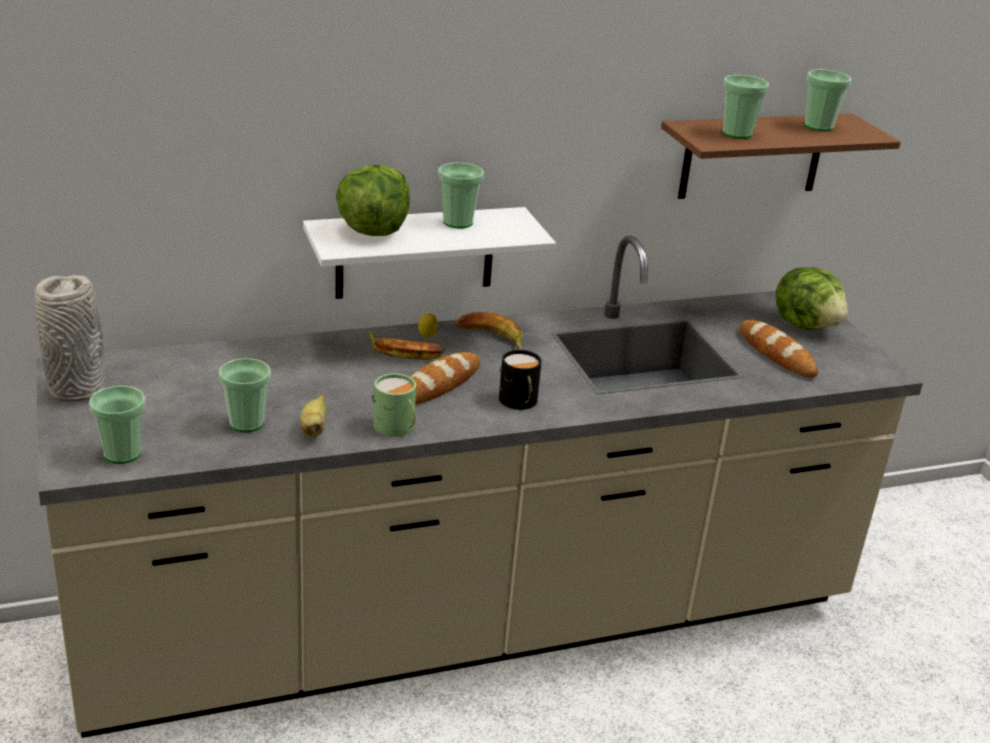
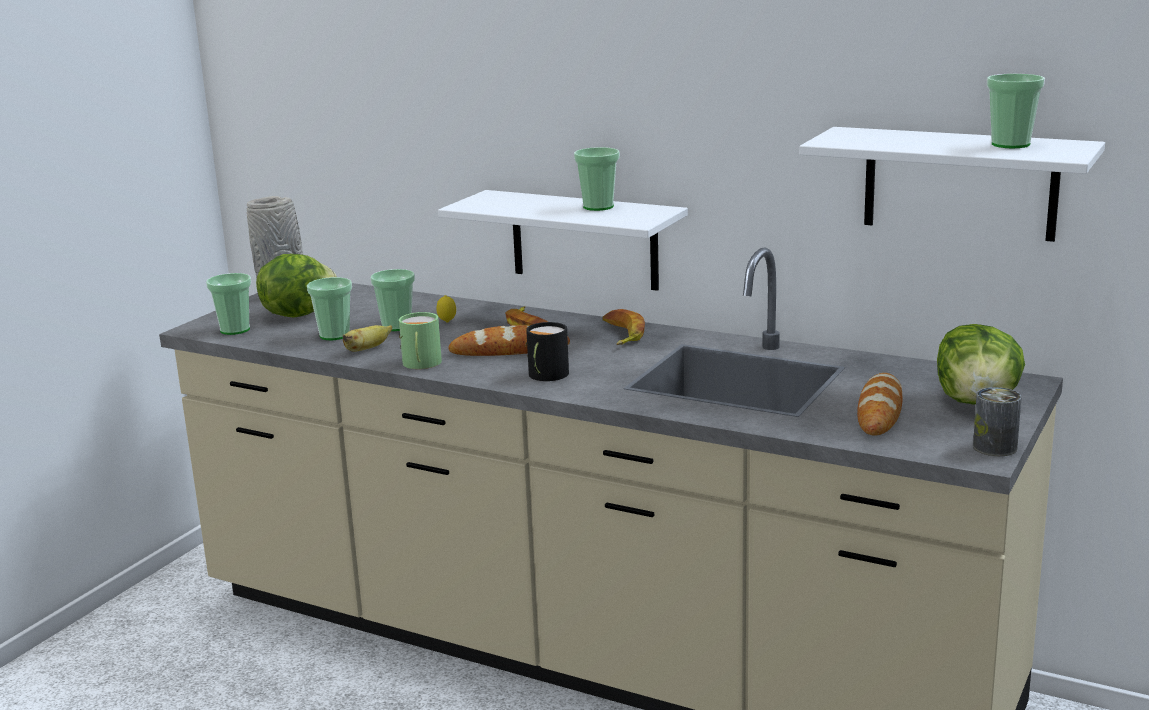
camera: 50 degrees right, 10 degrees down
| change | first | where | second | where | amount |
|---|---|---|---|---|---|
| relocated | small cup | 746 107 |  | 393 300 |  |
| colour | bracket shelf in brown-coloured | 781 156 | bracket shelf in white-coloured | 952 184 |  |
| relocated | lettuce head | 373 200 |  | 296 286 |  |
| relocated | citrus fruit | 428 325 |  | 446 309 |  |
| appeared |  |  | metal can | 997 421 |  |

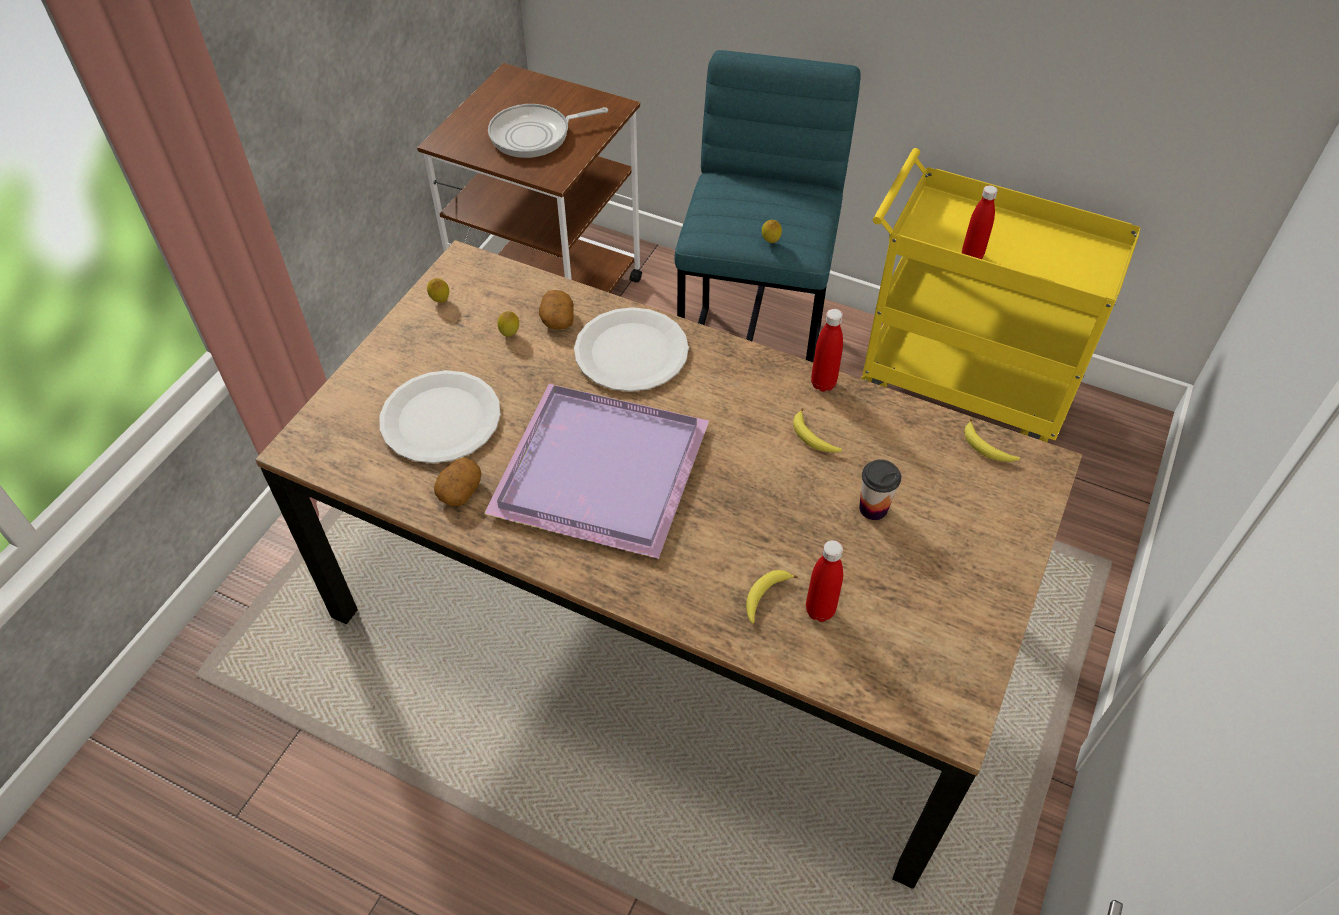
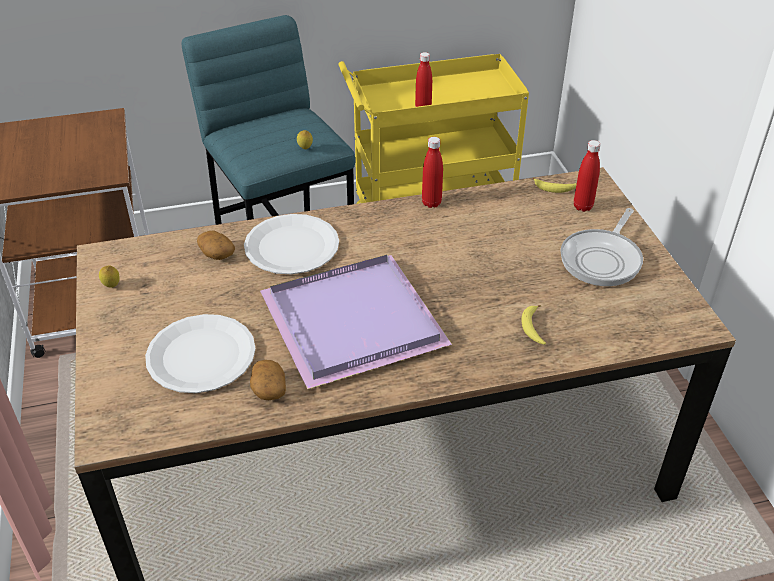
camera: 40 degrees left, 10 degrees down
| change | first | where | second | where | amount |
|---|---|---|---|---|---|
| relocated | pan | 548 131 |  | 601 247 |  |
| missing | citrus fruit | 508 324 |  |  |  |
| missing | banana fruit | 817 430 |  |  |  |
| missing | small cup | 880 489 |  |  |  |
| relocated | bottle in red | 824 581 |  | 587 176 |  |

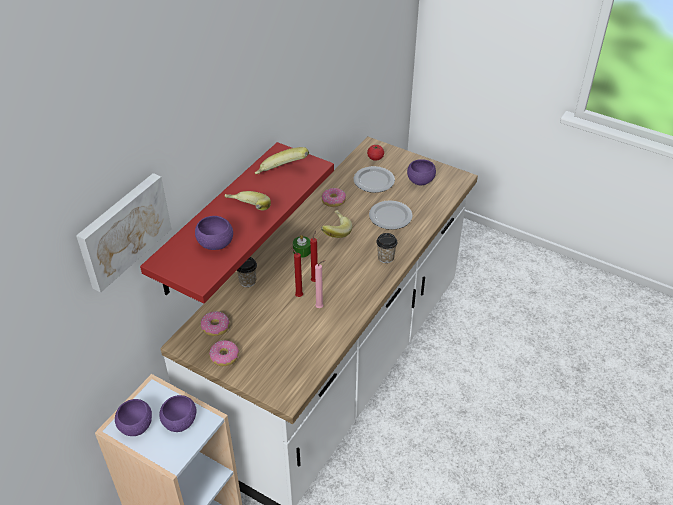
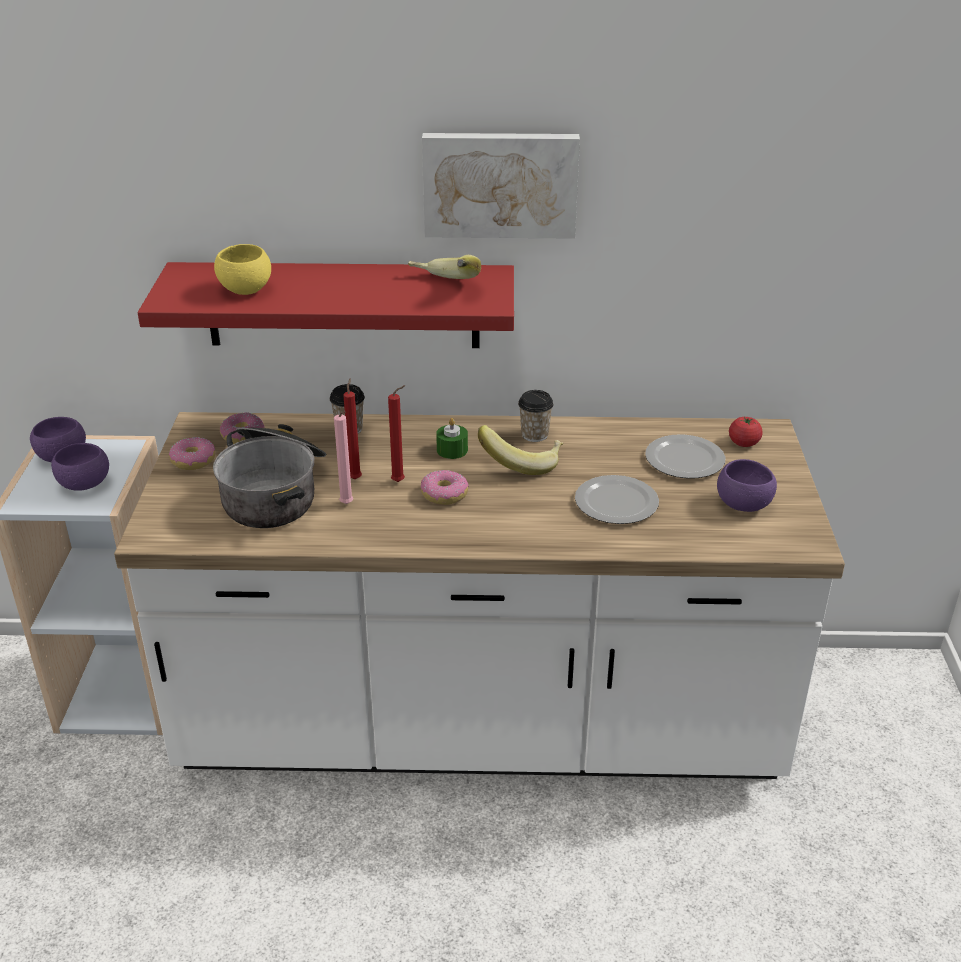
camera: 60 degrees right, 10 degrees down
| change | first | where | second | where | amount |
|---|---|---|---|---|---|
| relocated | picture | 123 233 |  | 501 186 |  |
| relocated | doughnut | 334 197 |  | 445 487 |  |
| missing | banana fruit | 248 201 |  |  |  |
| colour | serving bowl in purple | 214 233 | serving bowl in yellow | 242 269 |  |
| relocated | small cup | 387 248 |  | 536 416 |  |
| appeared |  |  | cooking pot | 269 476 |  |

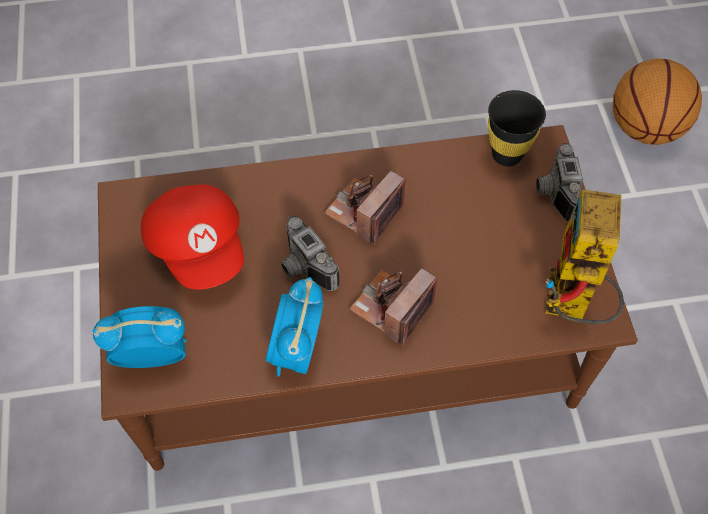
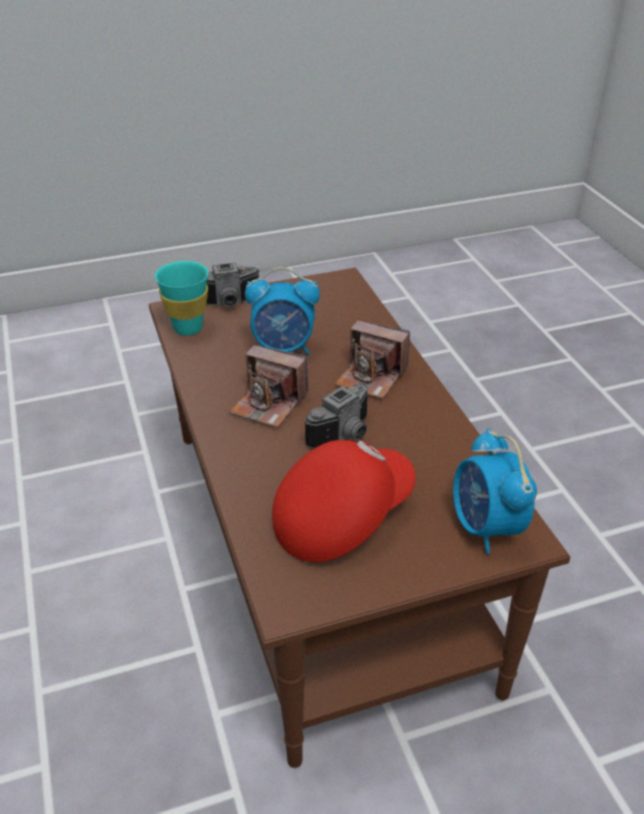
camera: 100 degrees left, 20 degrees down
| change | first | where | second | where | amount |
|---|---|---|---|---|---|
| missing | basketball | 657 101 |  |  |  |
| colour | small cup in black | 517 128 | small cup in blue-green | 181 298 |  |
| missing | robot figure | 584 256 |  |  |  |
| relocated | alarm clock | 295 327 |  | 282 311 |  |

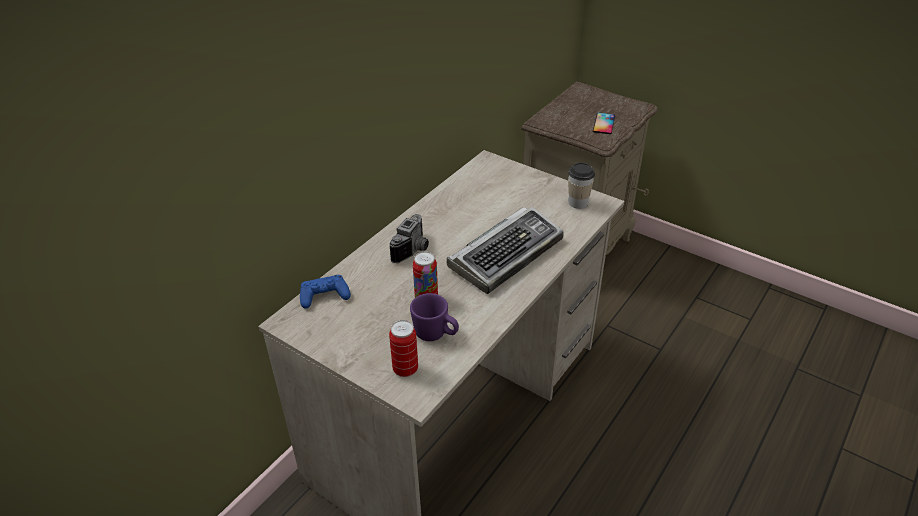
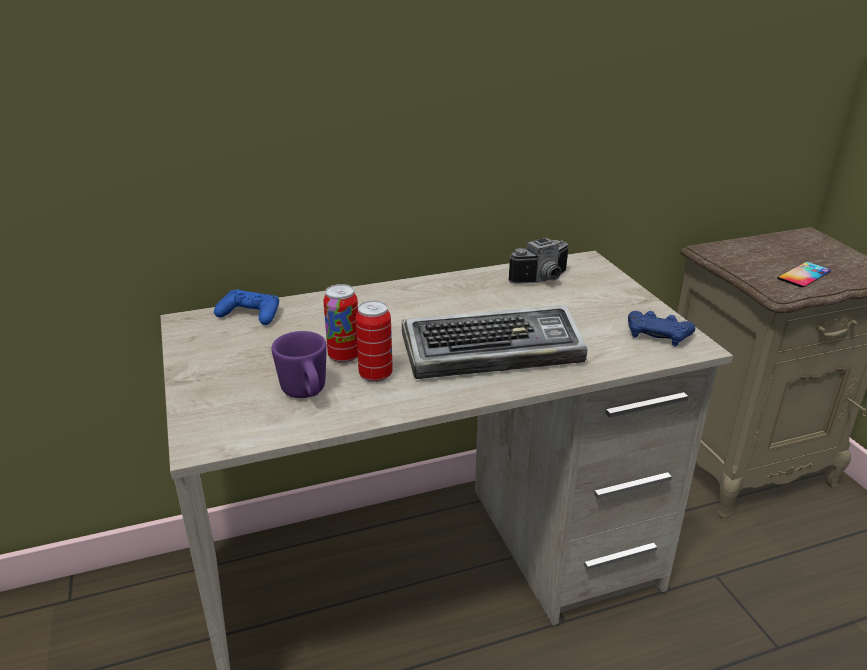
camera: 35 degrees right, 10 degrees down
| change | first | where | second | where | amount |
|---|---|---|---|---|---|
| exchanged | small cup | 581 186 | game controller in blue-coloured | 661 329 |  |
| relocated | still camera | 409 238 |  | 539 261 |  |
| relocated | metal can | 403 348 |  | 374 341 |  |

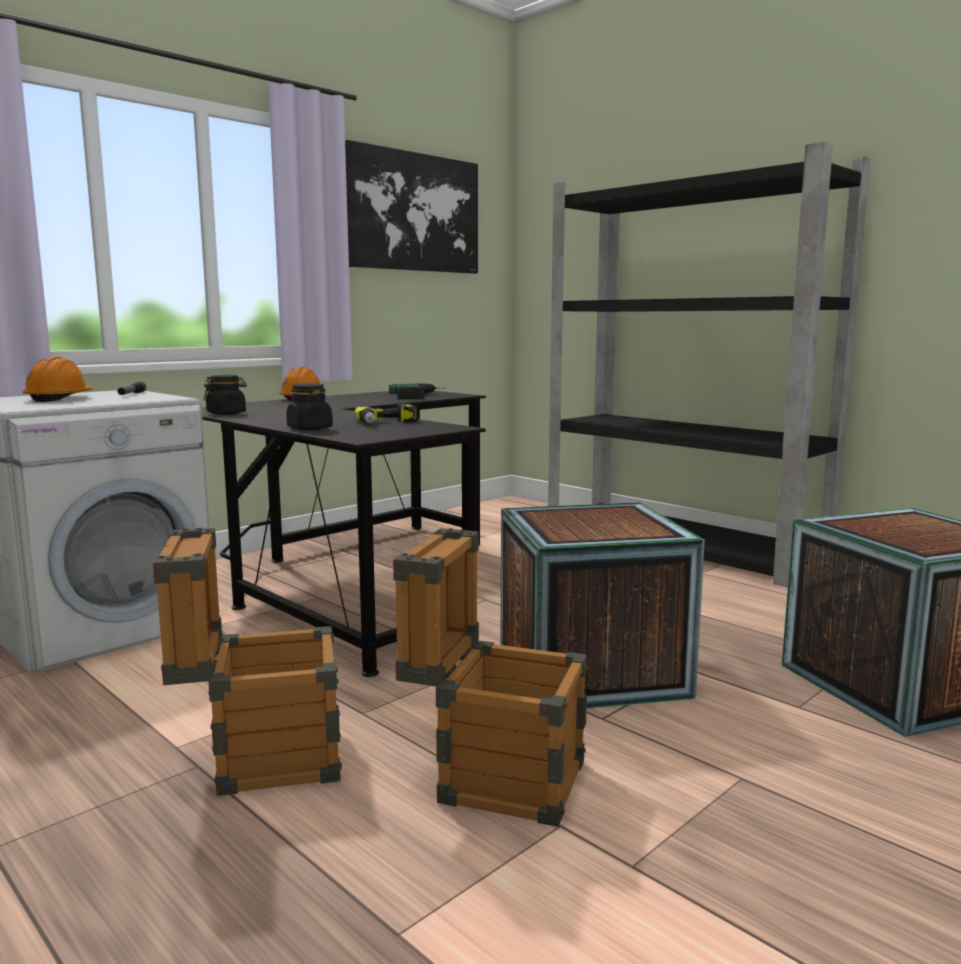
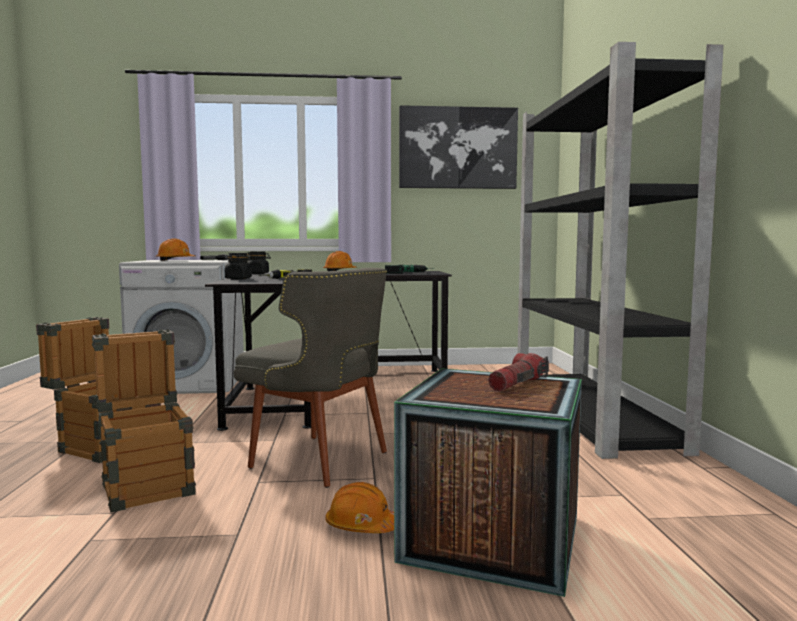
camera: 40 degrees right, 5 degrees down
| change | first | where | second | where | amount |
|---|---|---|---|---|---|
| exchanged | shipping crate | 602 605 | upright chair in gray | 310 378 |  |
| appeared |  |  | flashlight | 518 372 |  |
| appeared |  |  | hard hat in orangey | 359 507 |  |

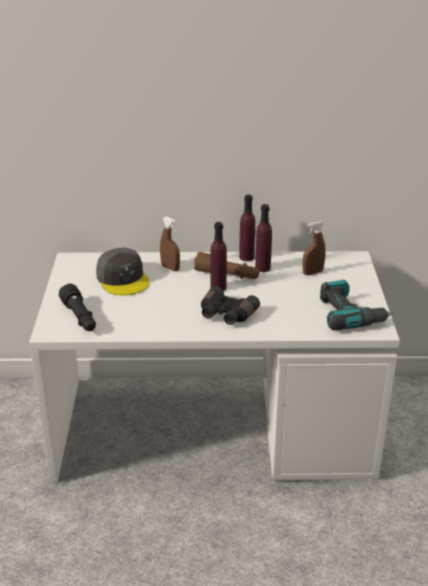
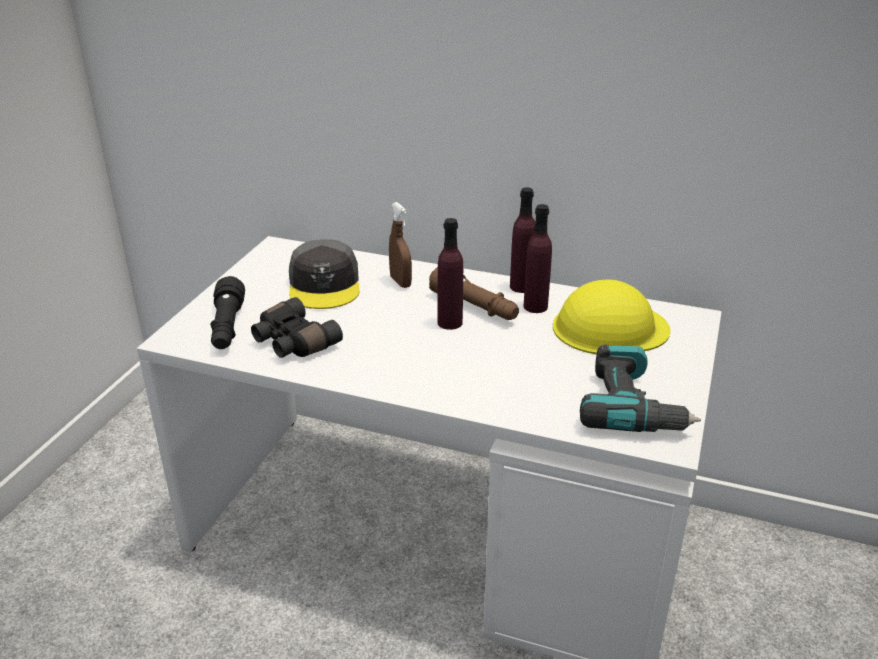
camera: 20 degrees right, 0 degrees up
| change | first | where | second | where | amount |
|---|---|---|---|---|---|
| exchanged | sprayer in brown-coloured | 314 248 | hard hat in yellow | 611 316 |  |
| relocated | binoculars in black | 230 305 |  | 297 327 |  |

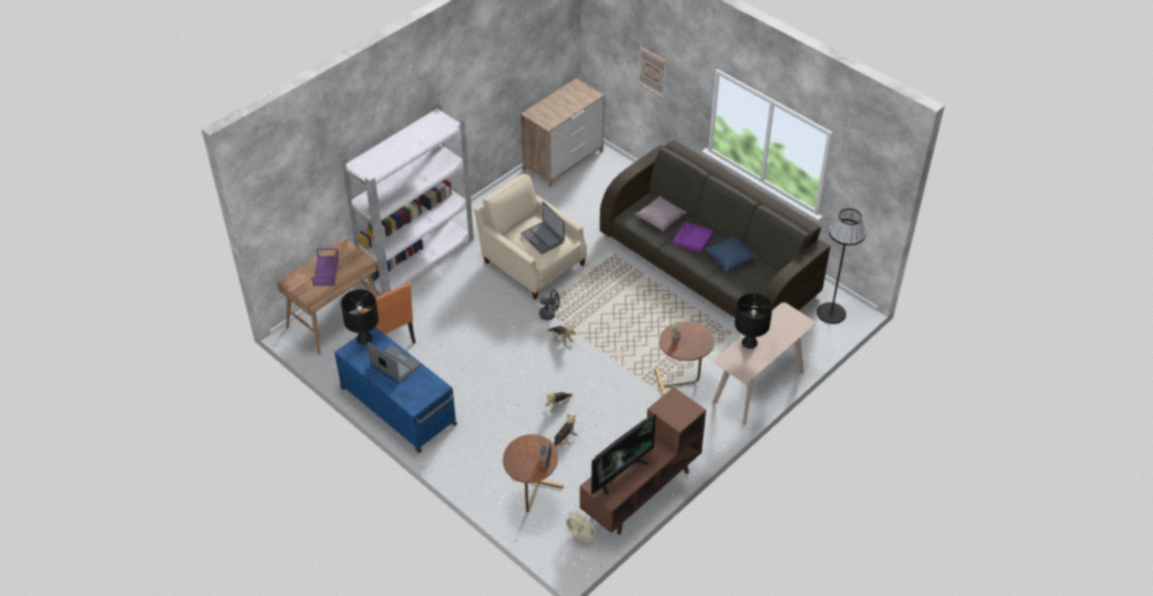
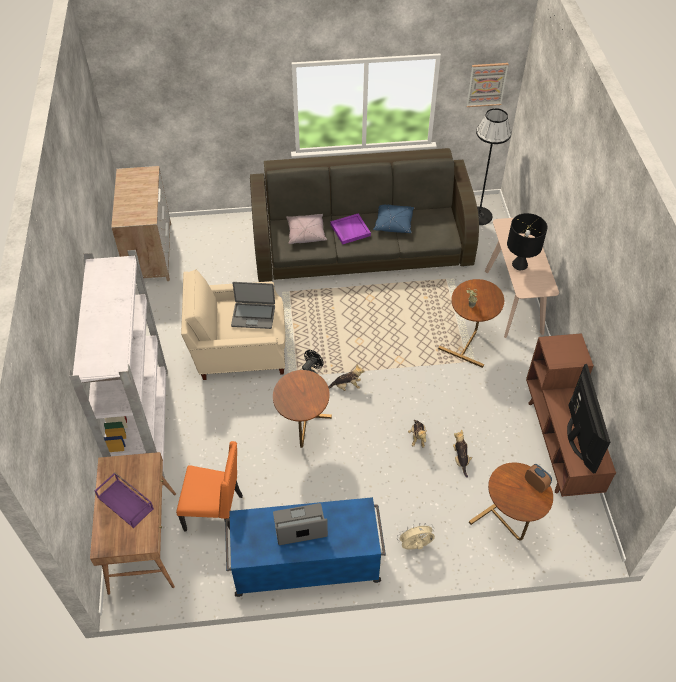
camera: 50 degrees left, 5 degrees up
| change | first | where | second | where | amount |
|---|---|---|---|---|---|
| relocated | picture | 652 72 |  | 487 85 |  |
| missing | lamp for a table in black | 360 316 |  |  |  |
| relocated | electric fan in beige-coloured | 582 526 |  | 416 536 |  |
| appeared |  |  | accent table in brown-coloured | 302 409 |  |

